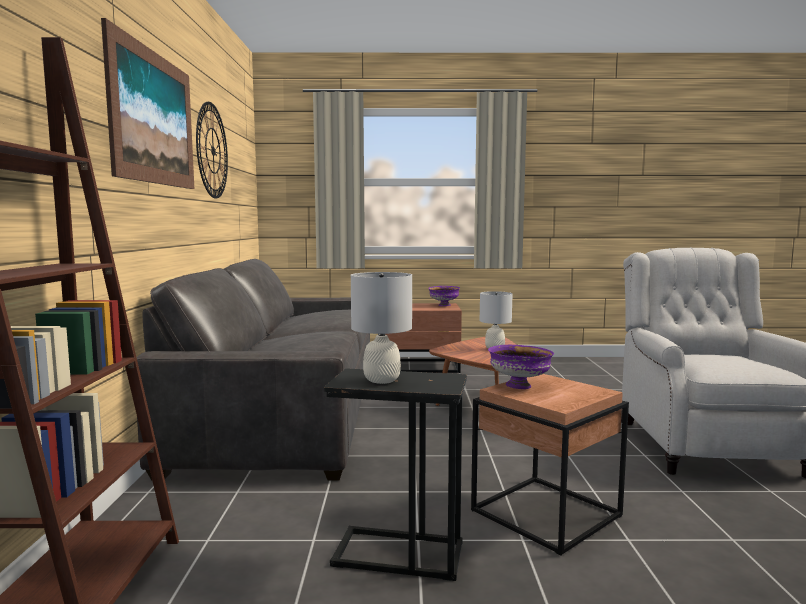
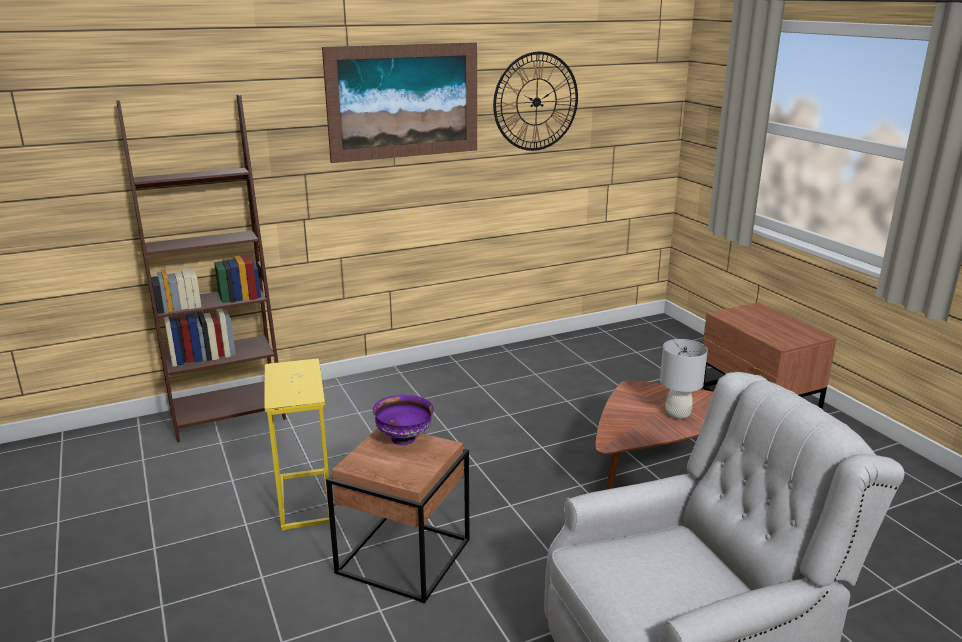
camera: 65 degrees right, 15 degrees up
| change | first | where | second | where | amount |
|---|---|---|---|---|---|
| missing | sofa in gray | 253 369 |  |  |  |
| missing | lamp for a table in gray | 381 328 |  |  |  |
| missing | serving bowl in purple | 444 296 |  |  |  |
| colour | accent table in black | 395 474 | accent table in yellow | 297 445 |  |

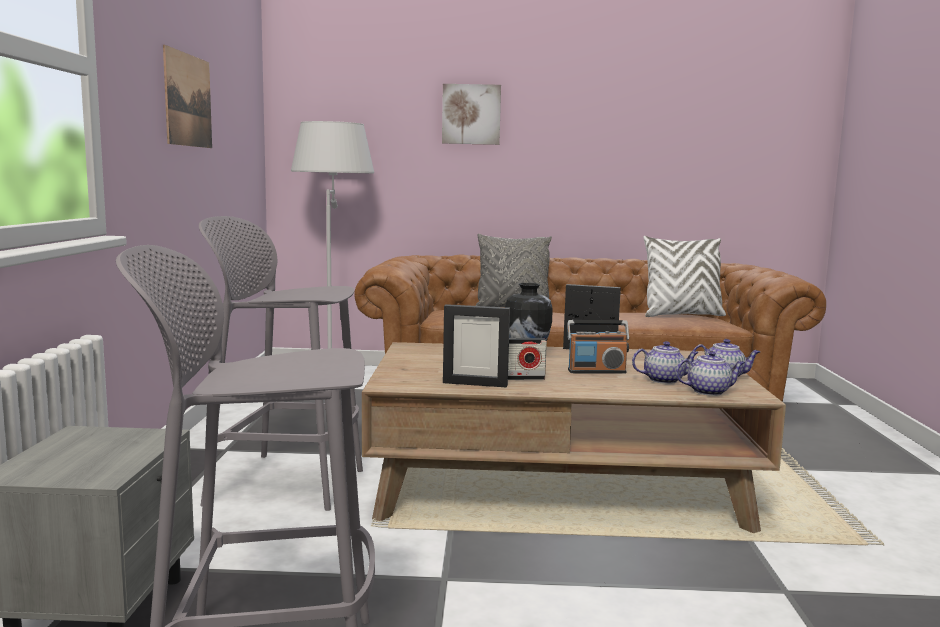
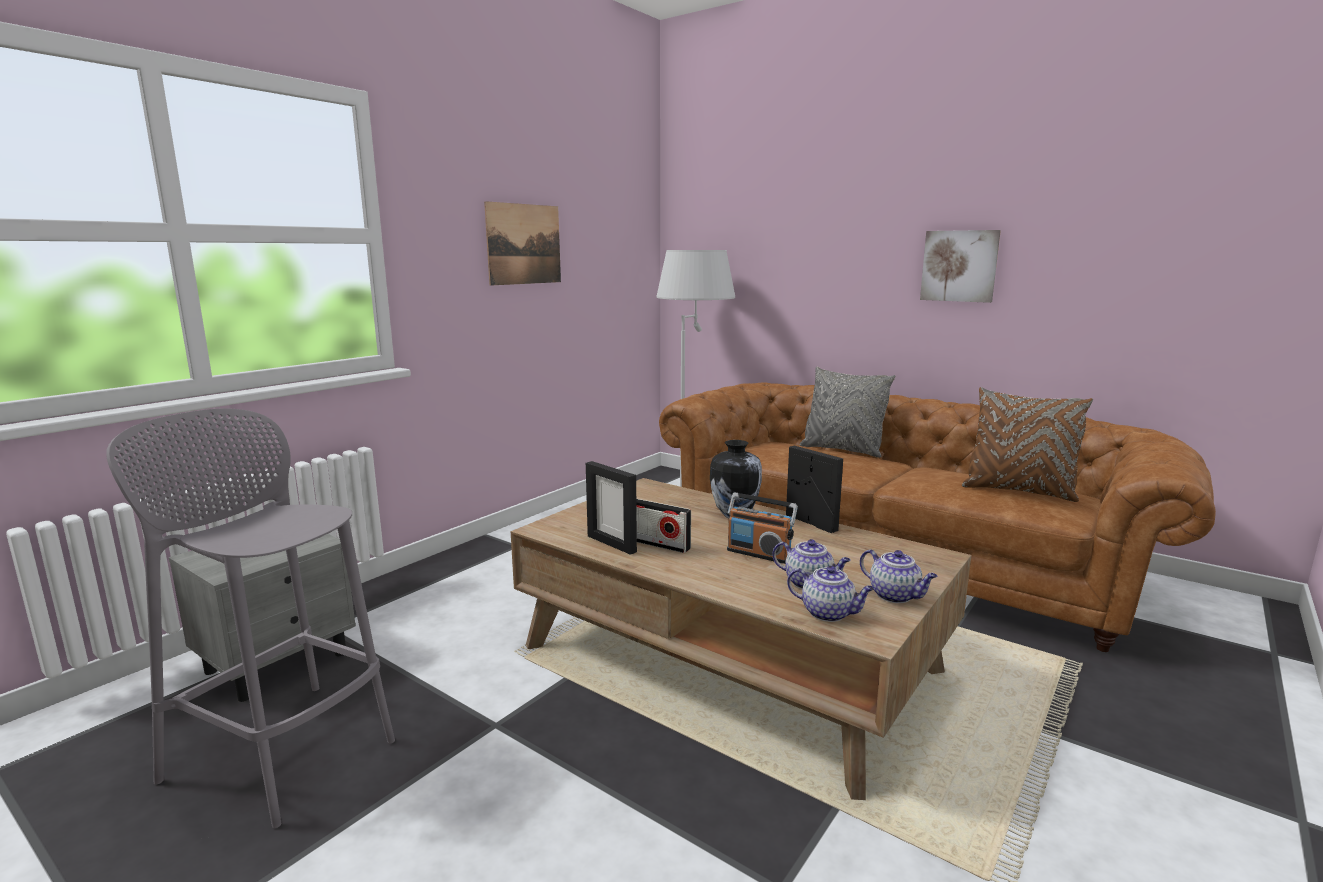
camera: 35 degrees right, 5 degrees up
| change | first | where | second | where | amount |
|---|---|---|---|---|---|
| relocated | picture | 471 114 |  | 960 266 |  |
| missing | sitting stool in gray | 281 363 |  |  |  |
| colour | throw pillow in white-coloured | 684 276 | throw pillow in brown-coloured | 1027 444 |  |

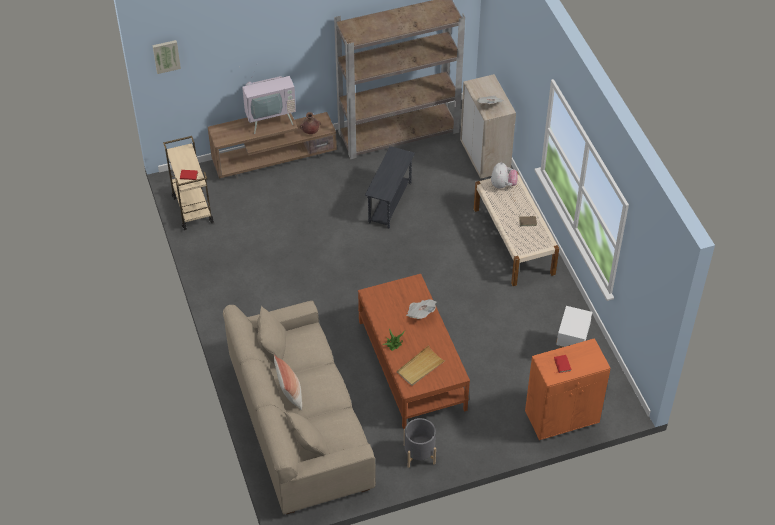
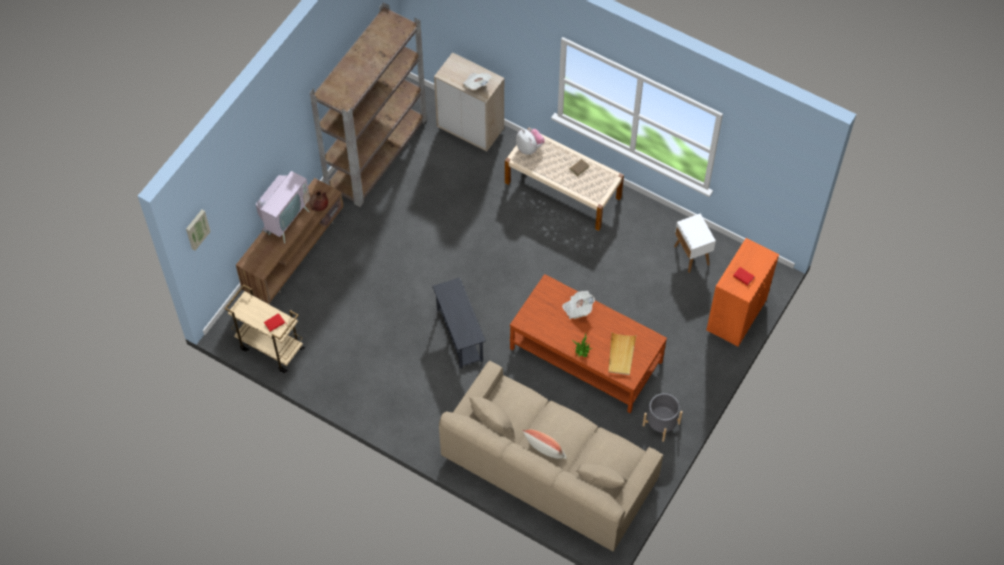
camera: 40 degrees left, 10 degrees up
| change | first | where | second | where | amount |
|---|---|---|---|---|---|
| relocated | accent table in gray | 390 187 |  | 459 323 |  |

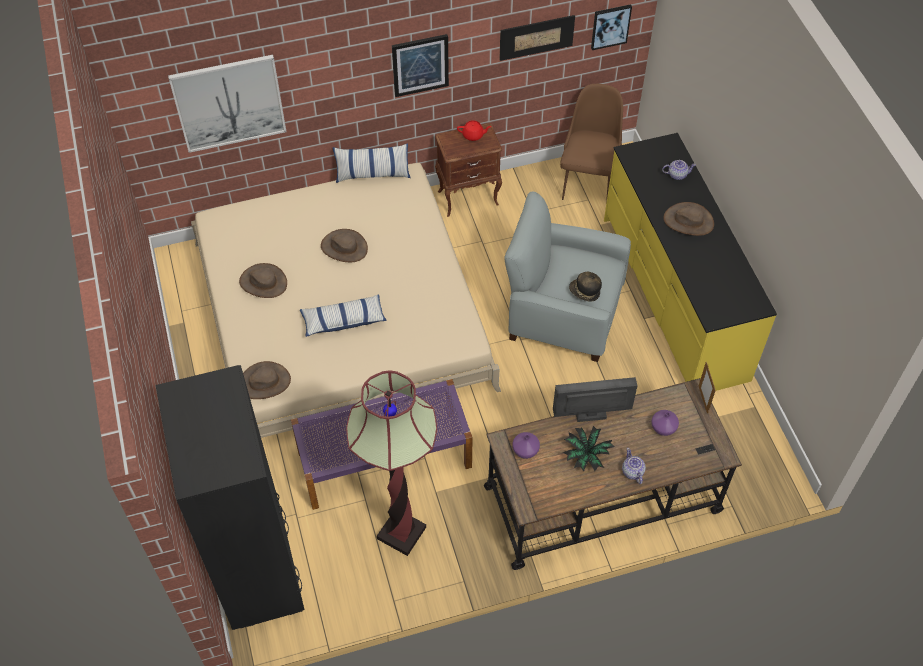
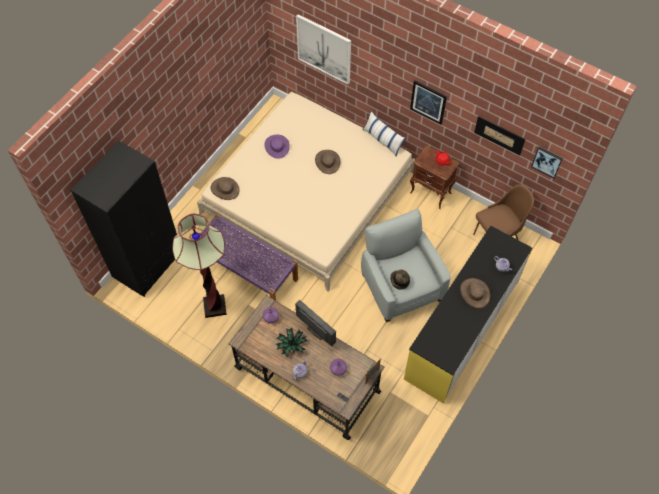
camera: 50 degrees right, 5 degrees up
| change | first | where | second | where | amount |
|---|---|---|---|---|---|
| colour | wearable hat in brown-coloured | 263 280 | wearable hat in purple | 277 147 |  |
| missing | throw pillow | 343 316 |  |  |  |

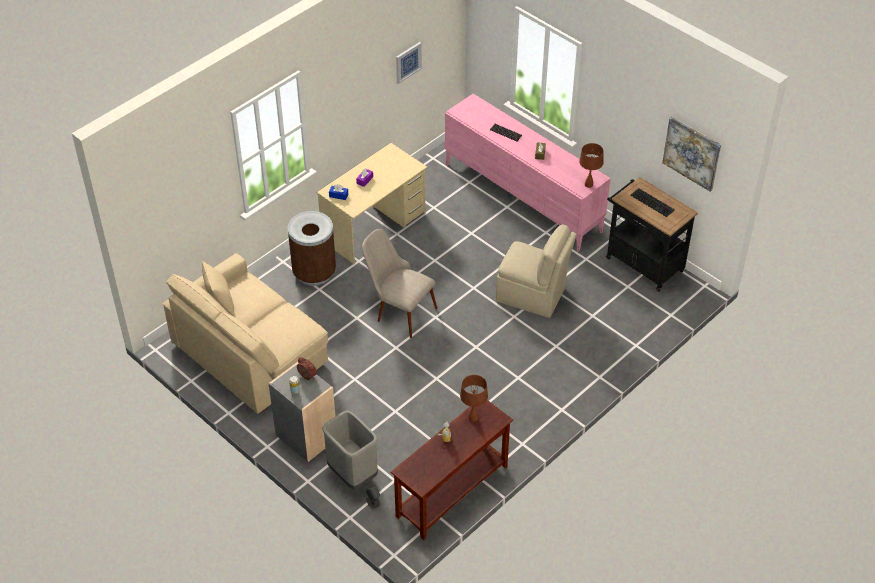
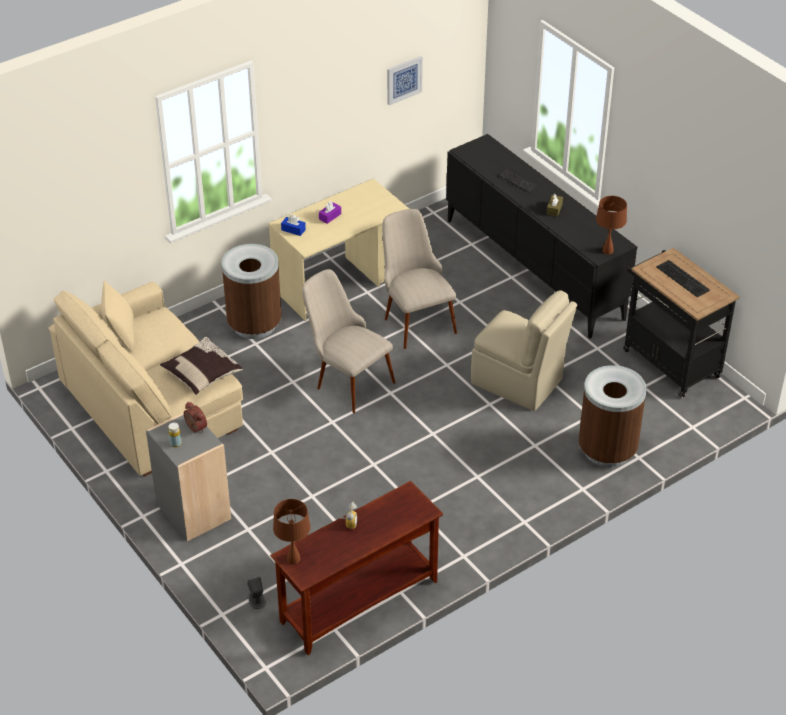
camera: 10 degrees right, 5 degrees down
| change | first | where | second | where | amount |
|---|---|---|---|---|---|
| colour | cupboard in pink | 528 173 | cupboard in black | 541 236 |  |
| missing | picture | 691 154 |  |  |  |
| relocated | lamp for a table in brown-coloured | 474 398 |  | 292 532 |  |
| missing | trash can in gray | 350 449 |  |  |  |
| appeared |  |  | upright chair in beige-coloured | 419 279 |  |
| appeared |  |  | throw pillow | 201 366 |  |
| appeared |  |  | trash can in brown-coloured | 613 416 |  |

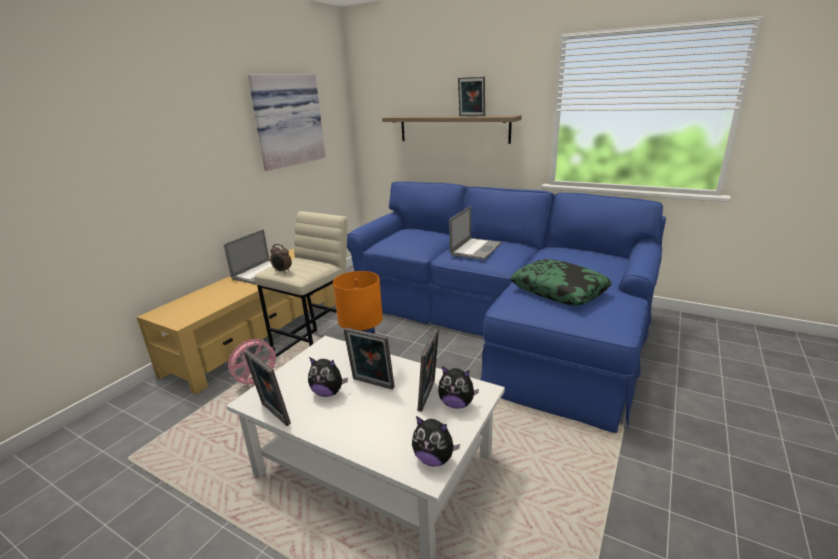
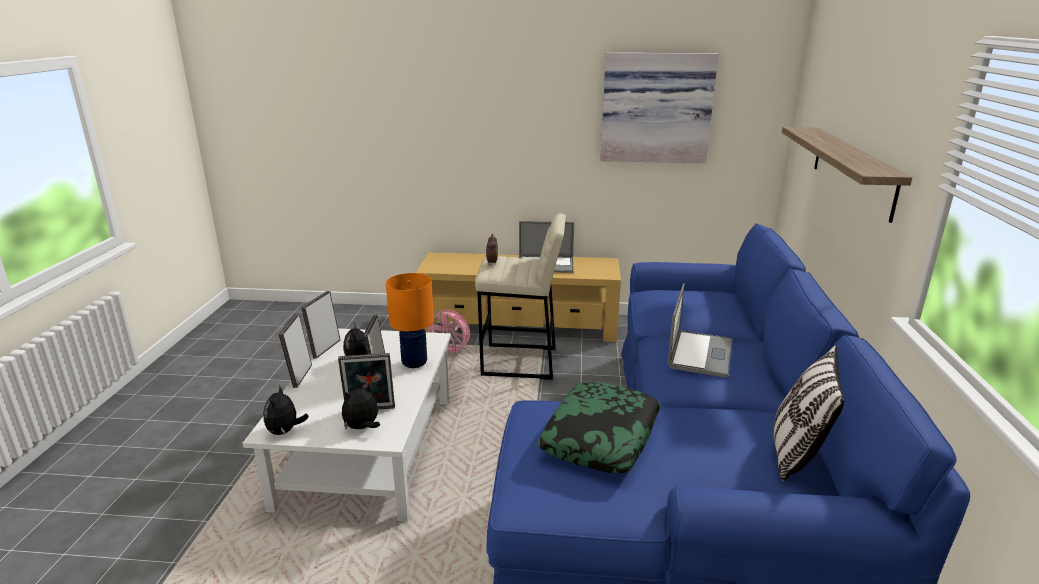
camera: 65 degrees right, 0 degrees up
| change | first | where | second | where | amount |
|---|---|---|---|---|---|
| relocated | photo frame | 471 96 |  | 295 351 |  |
| spun | portable computer | 475 233 |  | 700 330 | 75 degrees counterclockwise |
| spun | plush toy | 458 387 |  | 361 406 | 60 degrees clockwise |
| appeared |  |  | throw pillow | 808 413 |  |

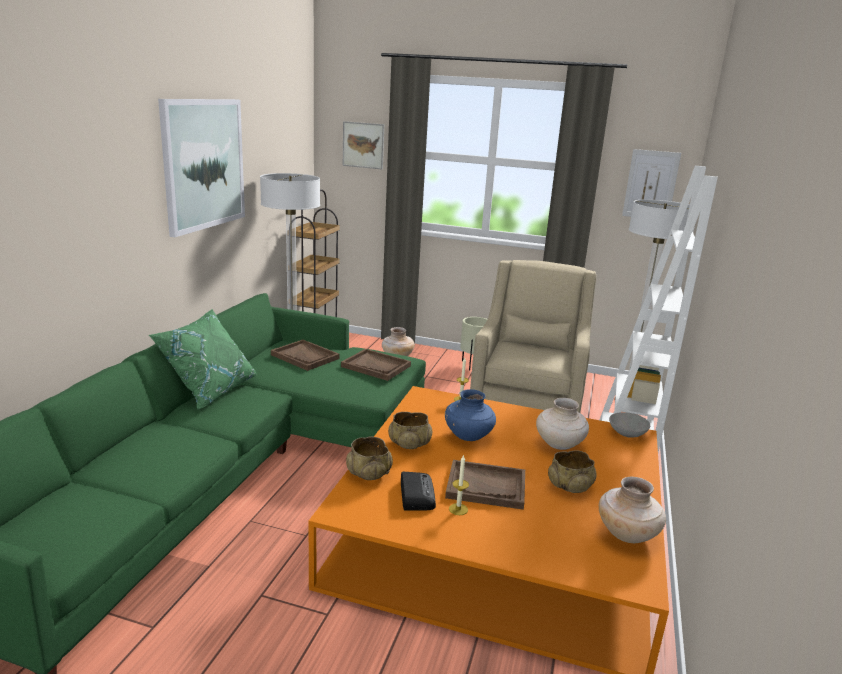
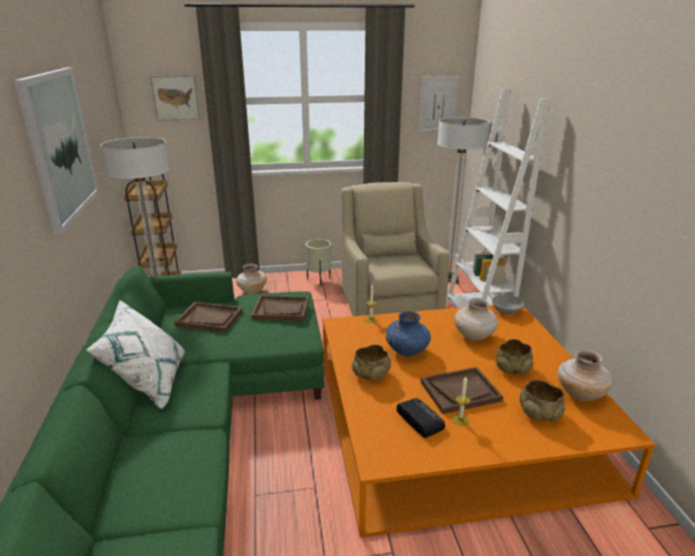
camera: 25 degrees left, 5 degrees up
| change | first | where | second | where | amount |
|---|---|---|---|---|---|
| colour | throw pillow in green | 203 359 | throw pillow in white-coloured | 135 354 |  |
| relocated | serving bowl in beige-coloured | 369 458 |  | 542 400 |  |

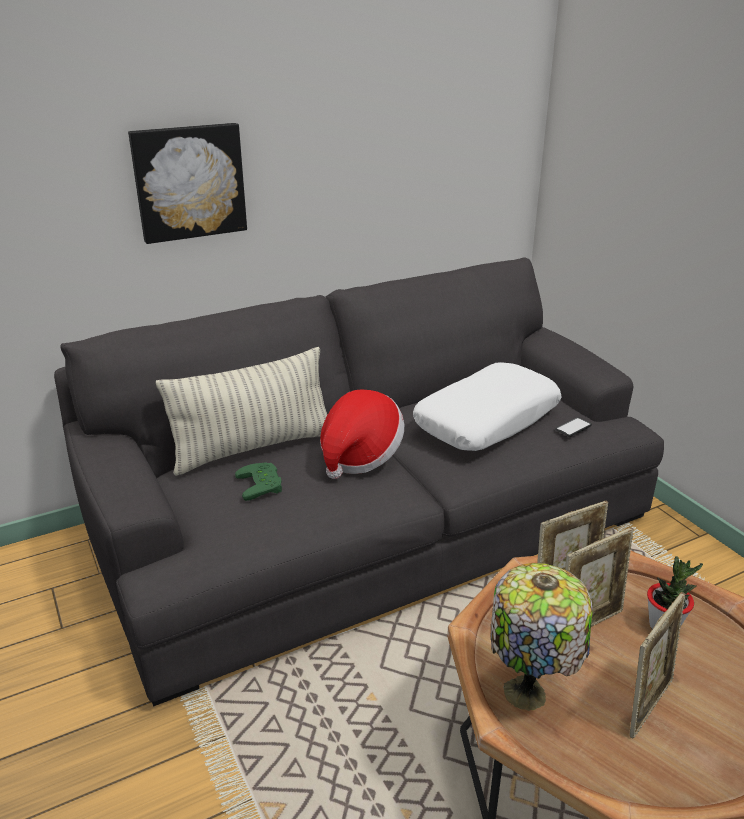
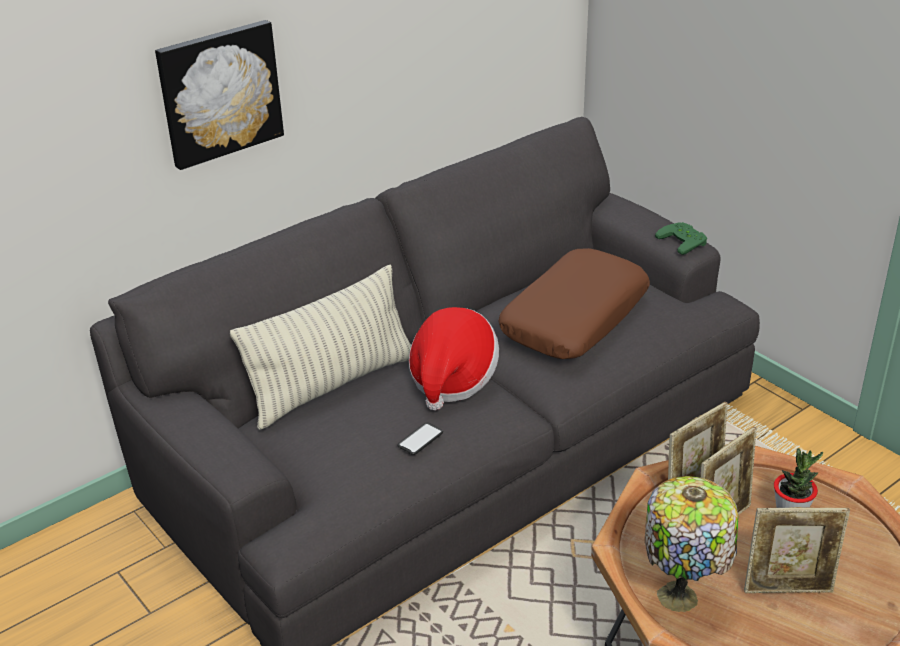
camera: 10 degrees left, 5 degrees up
| change | first | where | second | where | amount |
|---|---|---|---|---|---|
| colour | throw pillow in white-coloured | 487 406 | throw pillow in brown-coloured | 574 303 |  |
| relocated | phone | 573 427 |  | 420 439 |  |
| relocated | game controller in green | 258 482 |  | 681 238 |  |
| spun | photo frame | 657 665 |  | 797 550 | 60 degrees clockwise |

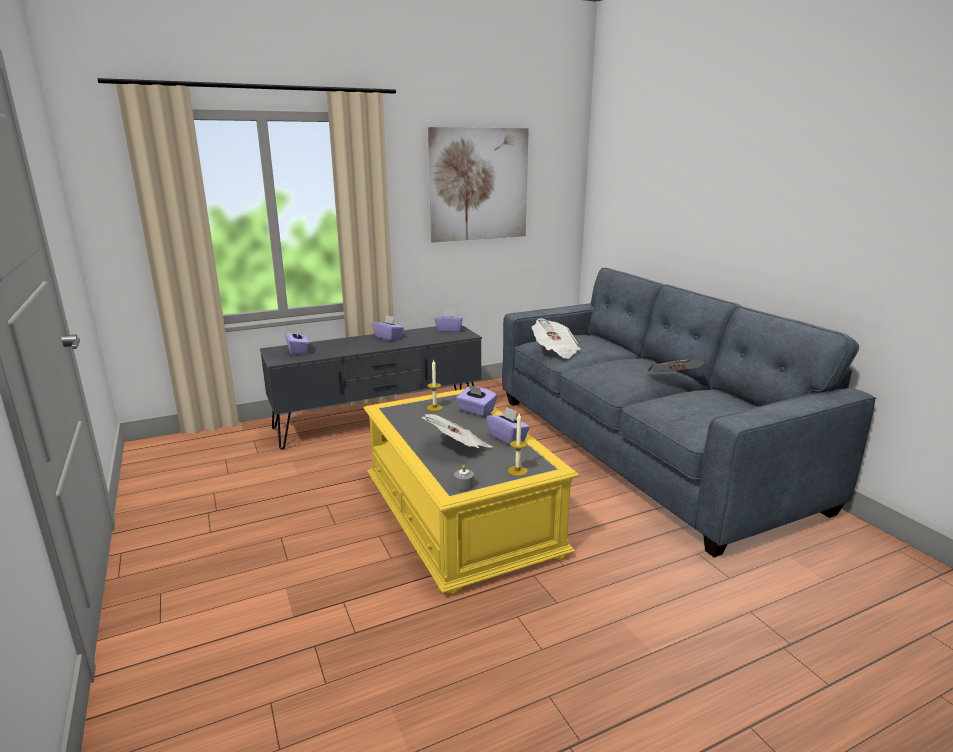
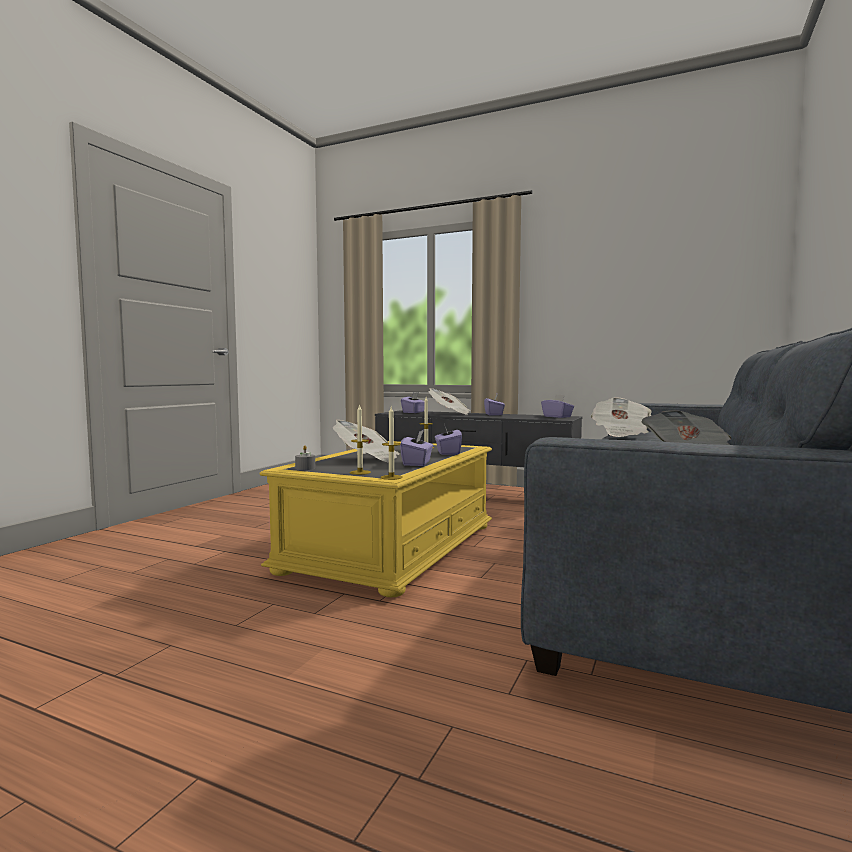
camera: 50 degrees right, 15 degrees down
| change | first | where | second | where | amount |
|---|---|---|---|---|---|
| missing | picture | 478 184 |  |  |  |
| appeared |  |  | newspaper | 450 401 |  |
| appeared |  |  | wax light | 392 443 |  |

